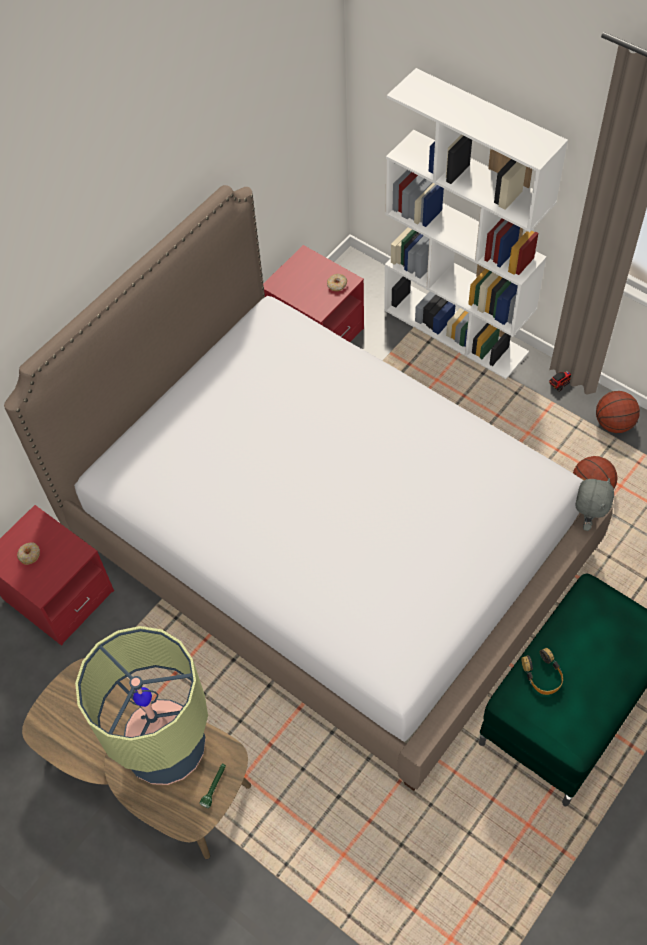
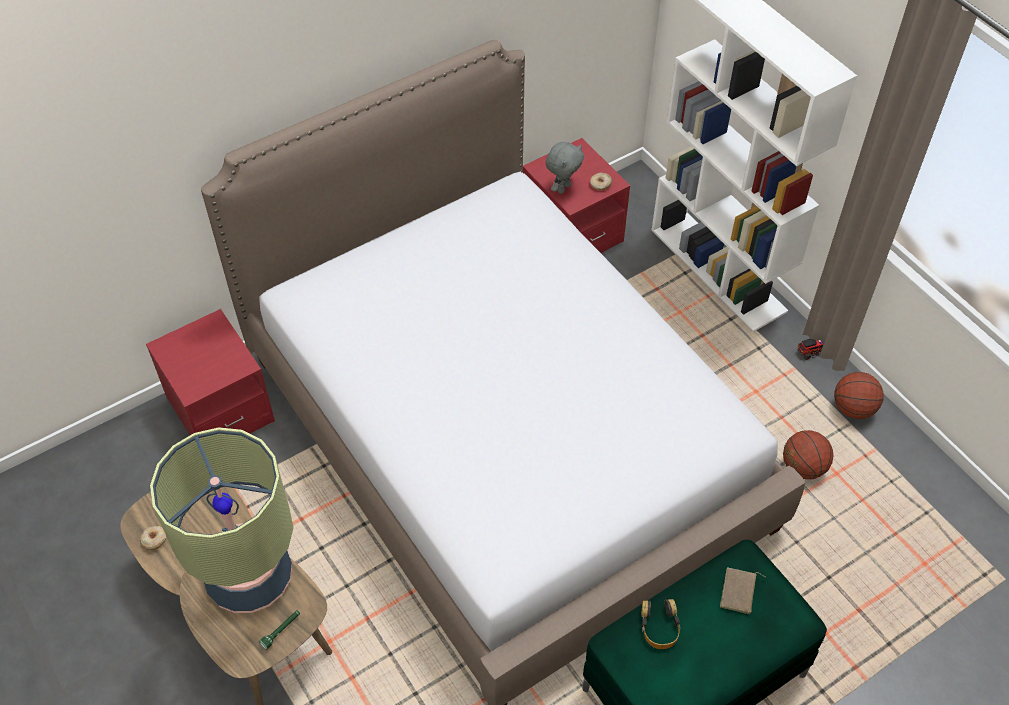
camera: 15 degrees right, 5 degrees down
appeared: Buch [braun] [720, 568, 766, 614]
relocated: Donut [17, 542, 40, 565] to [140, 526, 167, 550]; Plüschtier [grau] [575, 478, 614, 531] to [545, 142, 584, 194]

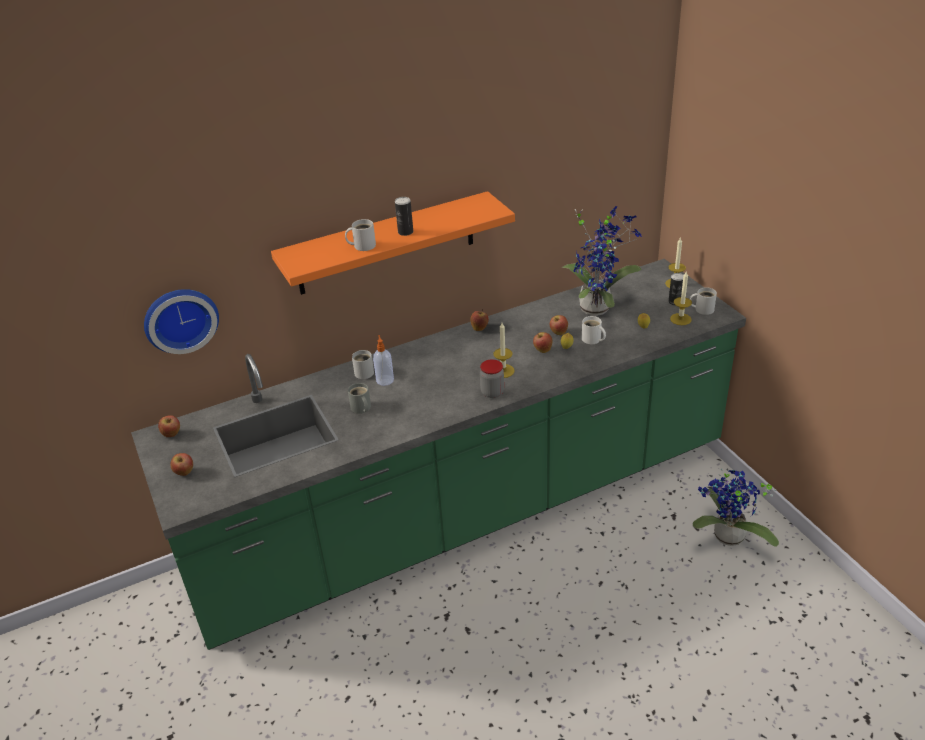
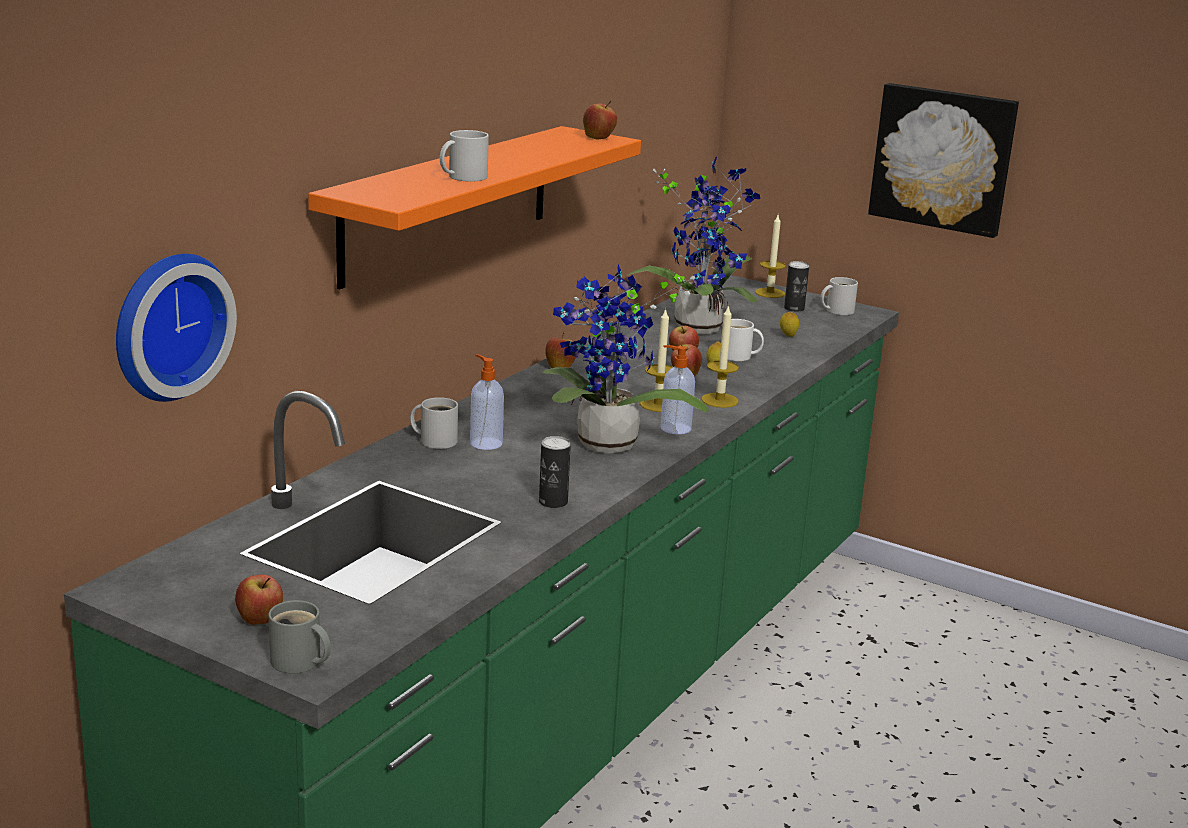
camera: 35 degrees left, 15 degrees down
appeared: Bild [868, 83, 1019, 238]
relocated: Apfel [158, 415, 180, 437] to [583, 101, 617, 140]; Henkelbecher [grau] [348, 383, 371, 414] to [269, 600, 331, 674]; Dose [395, 197, 413, 236] to [539, 436, 571, 508]; Kerze [670, 272, 692, 325] to [701, 305, 739, 408]; Topfpflanze [693, 468, 779, 547] to [542, 264, 709, 454]
exchanged: Vorratsglas [480, 359, 504, 398] to Seifenspender [661, 345, 695, 434]

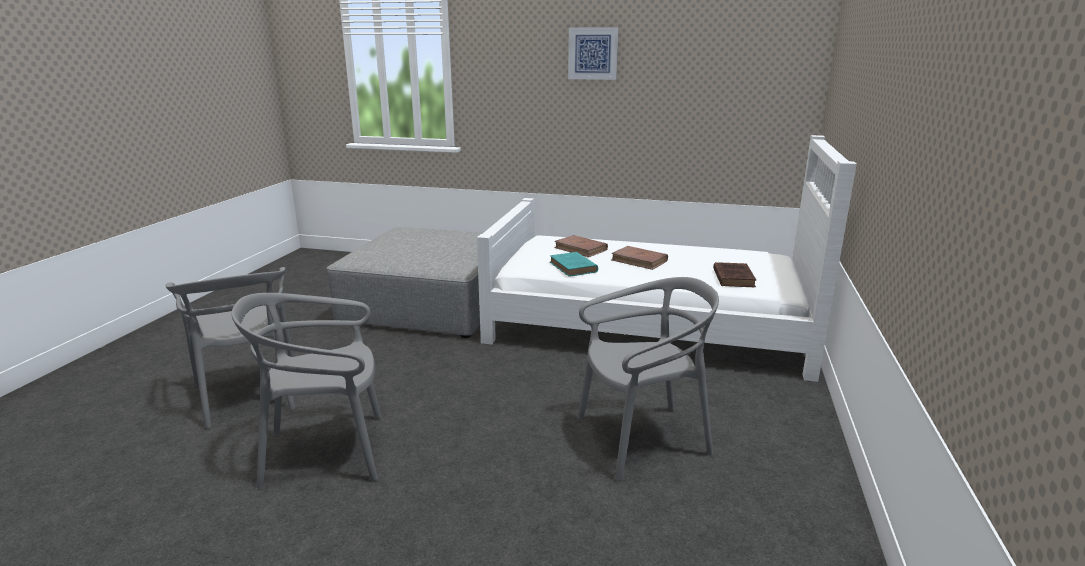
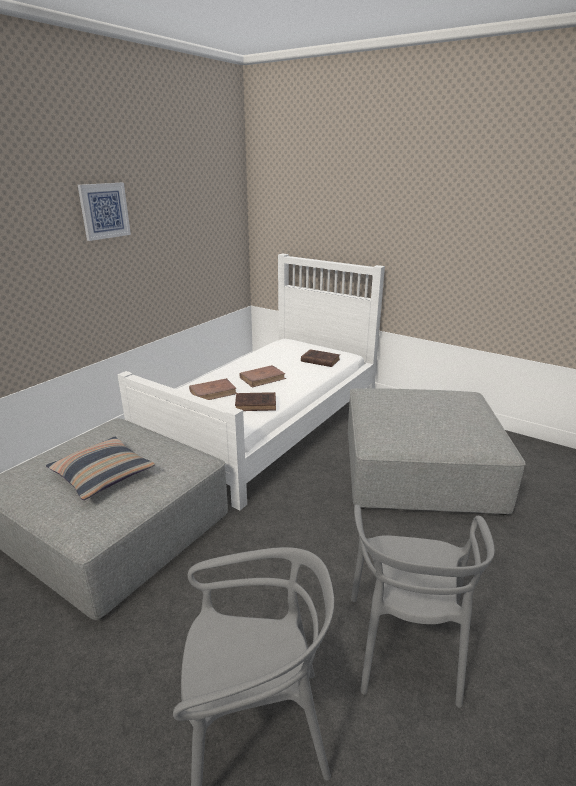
camera: 70 degrees left, 5 degrees up
appeared: Kissen [46, 437, 155, 500]
exchanged: Stuhl [grau] [578, 277, 719, 481] to Polsterhocker [grau] [348, 388, 526, 515]
colour: Buch [türkis] [550, 252, 598, 277] to Buch [braun] [235, 392, 276, 411]

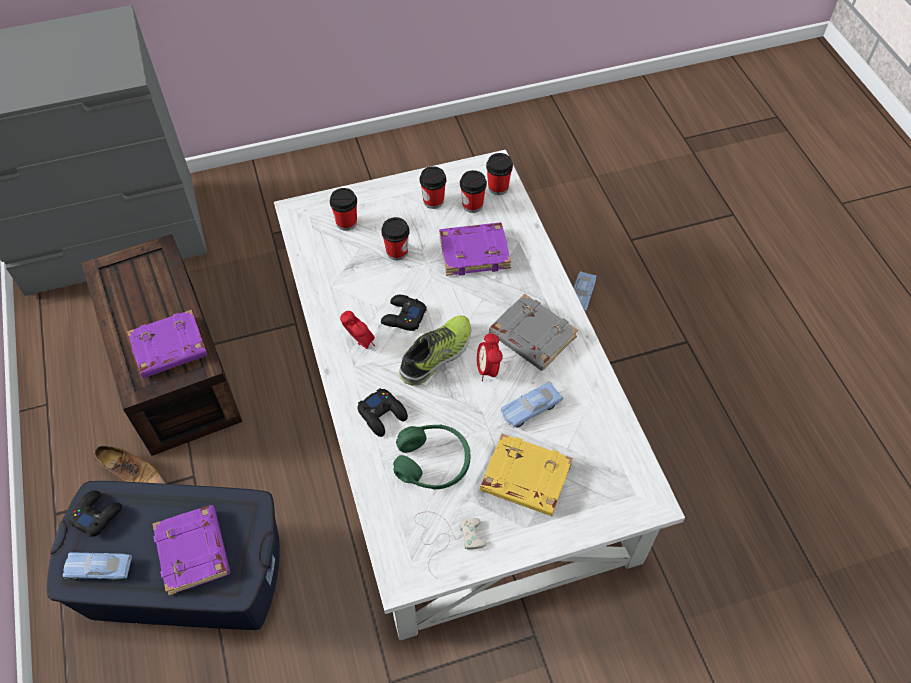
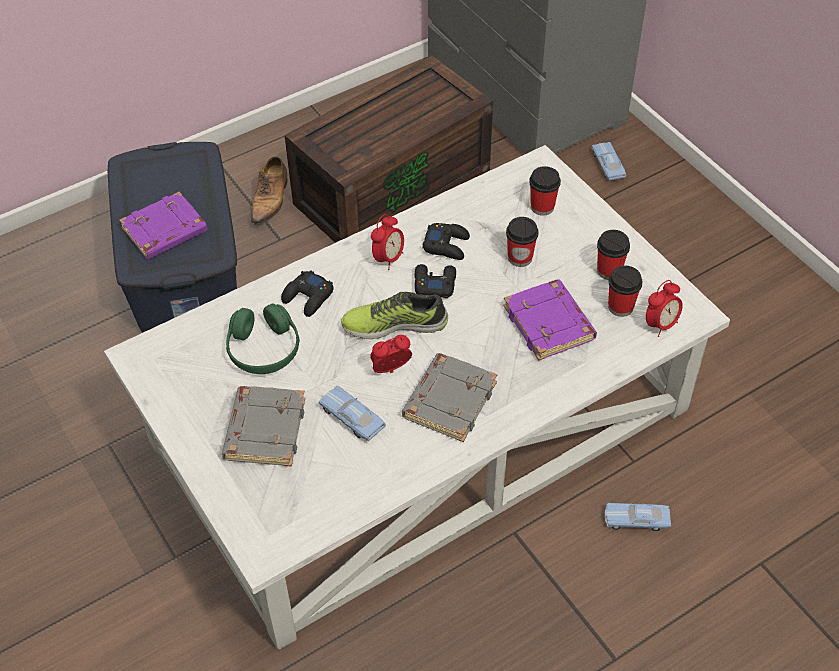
camera: 75 degrees right, 5 degrees down
missing: Buch [lila] [127, 310, 207, 378]; Gamepad [weiß] [414, 512, 486, 578]
relocated: Spielzeugauto [blau] [63, 552, 132, 581] to [592, 142, 626, 181]; Gamepad [schwarz] [68, 490, 122, 537] to [422, 223, 470, 260]
exchanged: Tasse [486, 153, 513, 195] to Wecker [646, 280, 683, 337]
colour: Buch [gelb] [480, 434, 573, 516] to Buch [grau] [222, 386, 305, 467]
spun: Schuh [399, 316, 471, 386] = [341, 292, 448, 339] 150 degrees clockwise

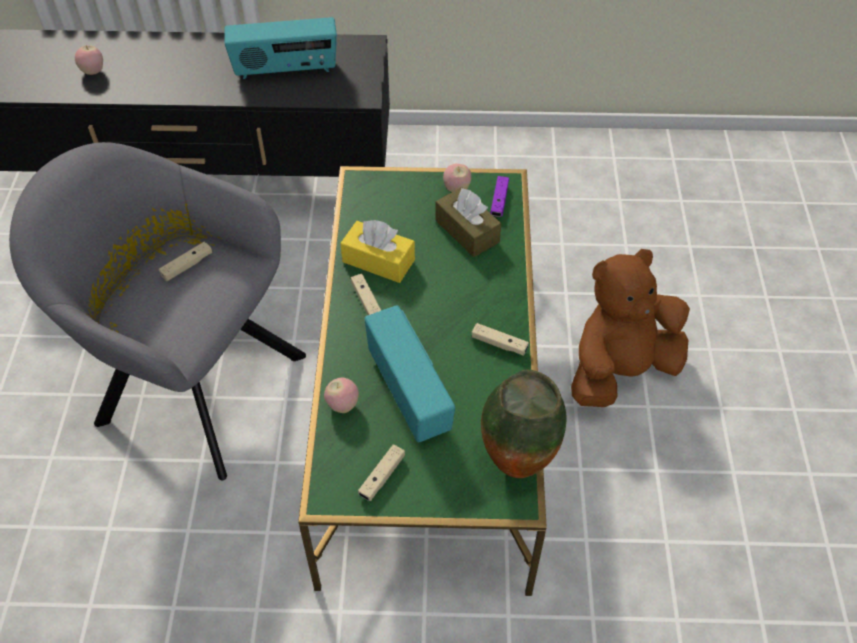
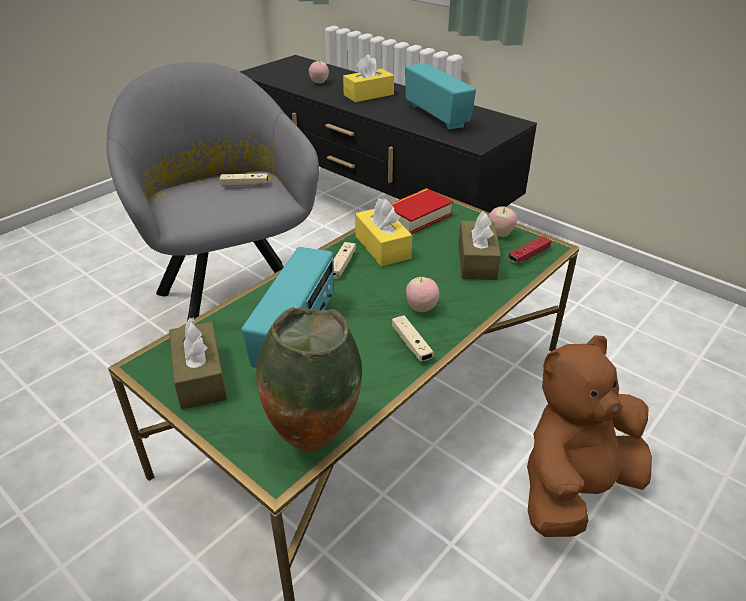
camera: 40 degrees right, 15 degrees down
appeared: Taschentuchbox [gelb] [343, 55, 394, 102]; Buch [391, 188, 453, 234]
relocated: Apfel [324, 378, 359, 413] to [406, 277, 439, 312]
exchanged: Gamepad [beige] [358, 445, 405, 501] to Taschentuchbox [braun] [169, 317, 227, 409]
colour: Gamepad [lila] [490, 176, 509, 217] to Gamepad [rot] [508, 236, 551, 263]
spun: Radio [225, 17, 337, 79] = [405, 63, 476, 129] 150 degrees counterclockwise; Plüschtier [braun] [571, 249, 690, 407] = [527, 335, 652, 537] 45 degrees counterclockwise

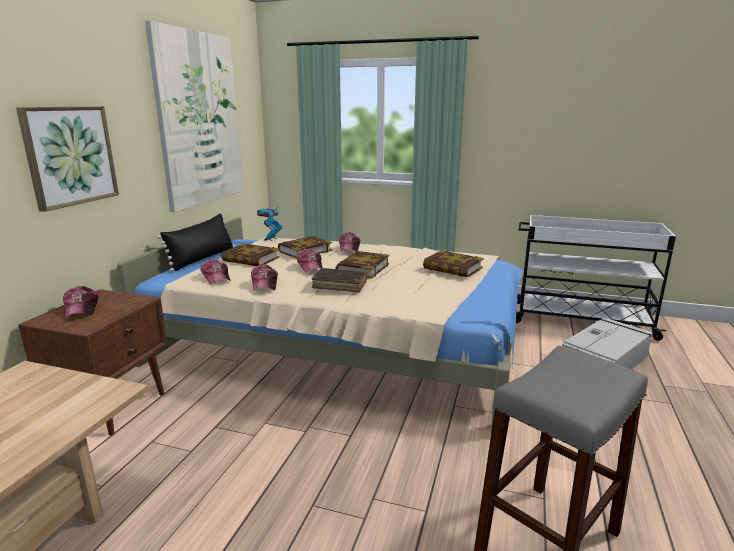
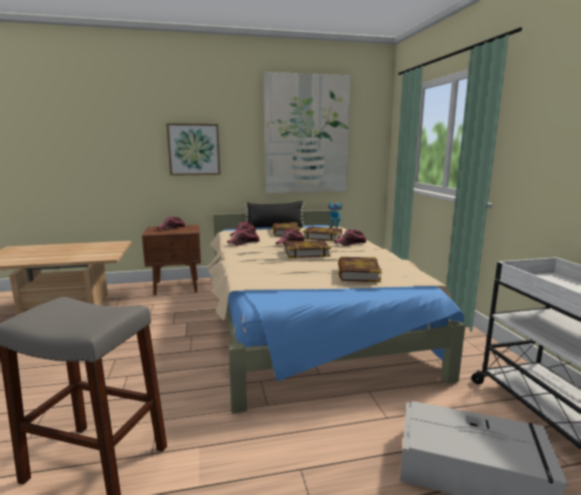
camera: 60 degrees right, 5 degrees down
missing: Buch [braun] [312, 268, 367, 292]

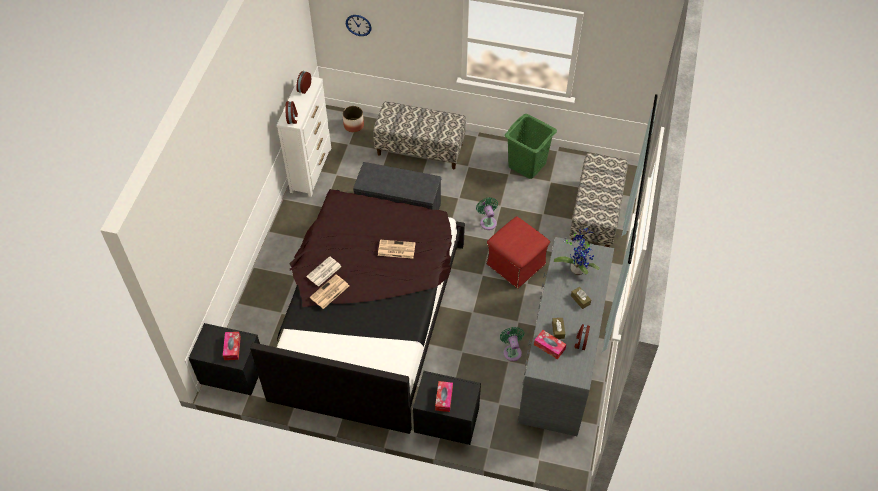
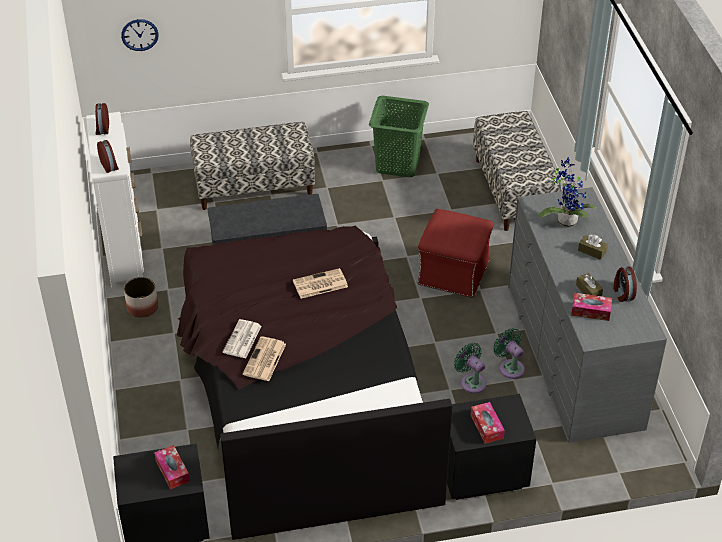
camera: 25 degrees left, 10 degrees down
relocated: Pflanzkübel [342, 106, 364, 132] to [124, 277, 158, 318]; Ventilator [grün] [476, 197, 498, 230] to [454, 343, 486, 393]

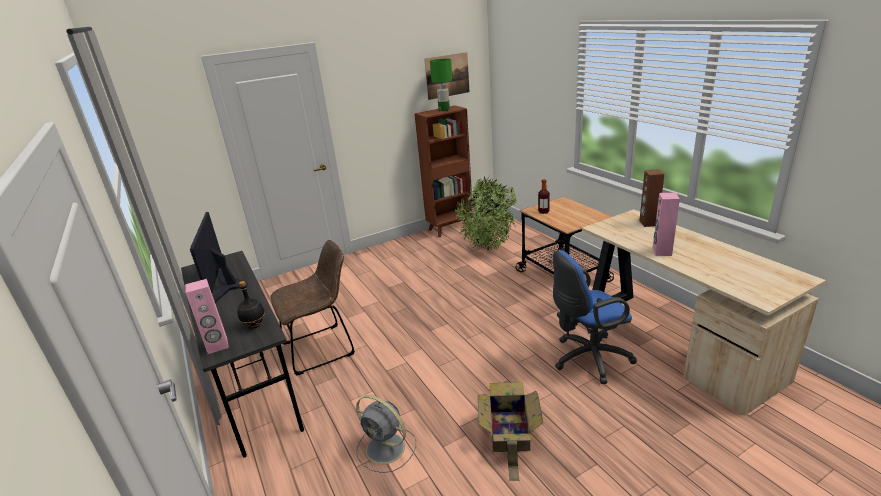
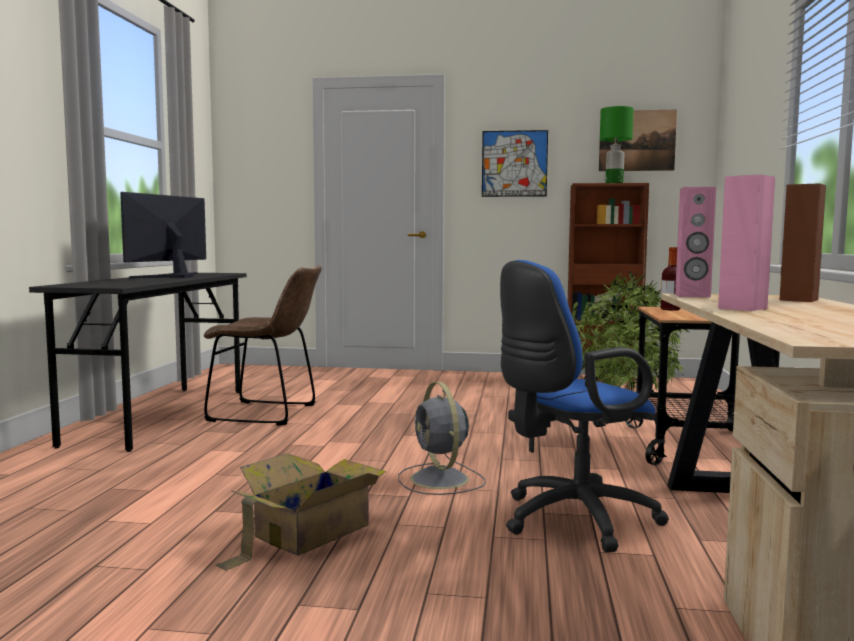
camera: 35 degrees right, 20 degrees down
missing: Flasche [schwarz] [237, 281, 265, 328]
appeared: Bild [482, 130, 548, 197]
relocated: Lautsprecher [rosa] [185, 279, 229, 354] to [675, 187, 716, 298]; Ventilator [grau] [356, 395, 416, 473] to [398, 382, 486, 495]
spun: Bürostuhl [blau] [553, 250, 637, 384] = [500, 260, 669, 552] 45 degrees counterclockwise

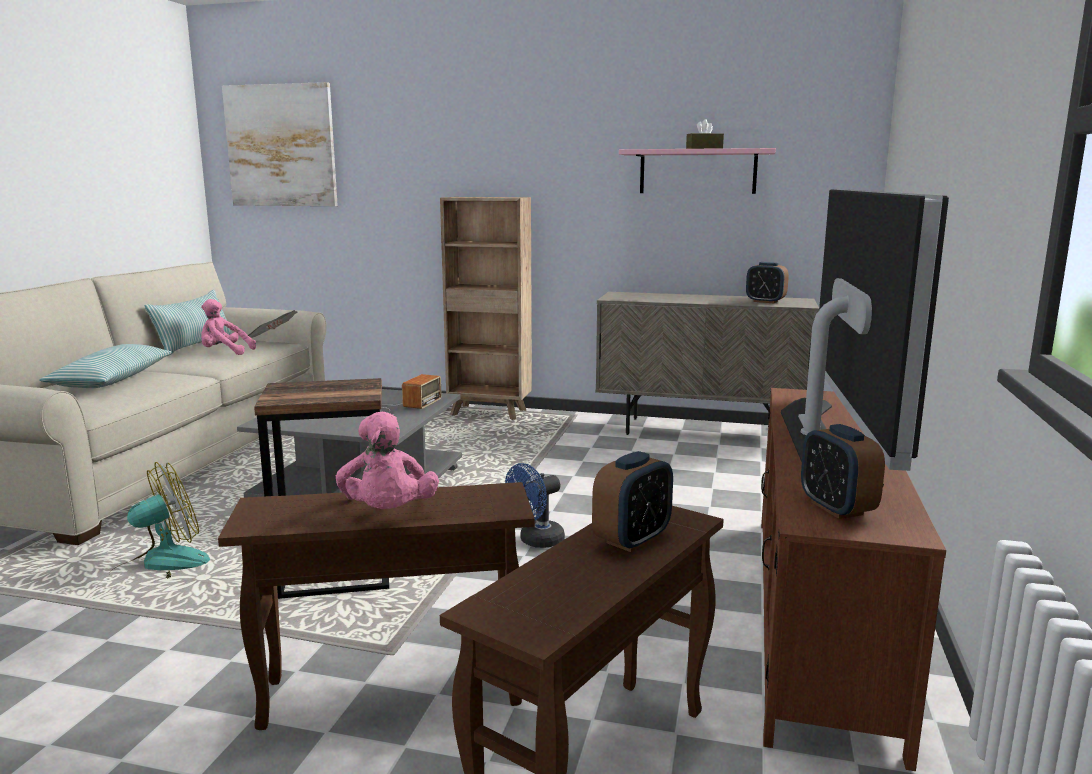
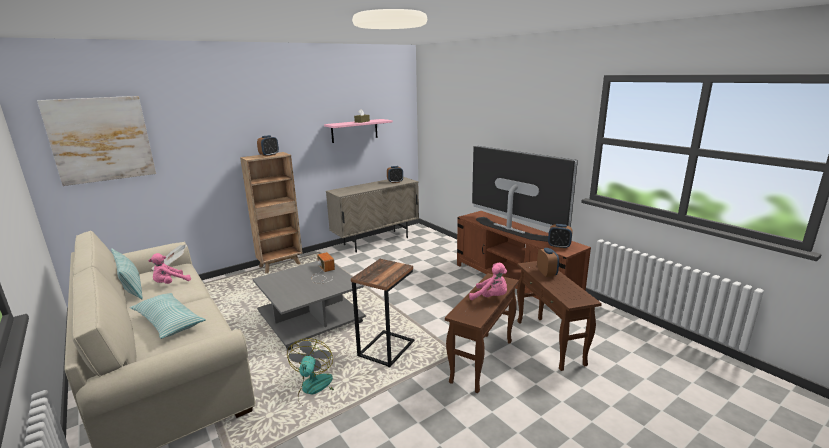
camera: 50 degrees left, 5 degrees up
missing: Ventilator [blau] [505, 463, 565, 548]
appeared: Wecker [257, 135, 279, 157]

